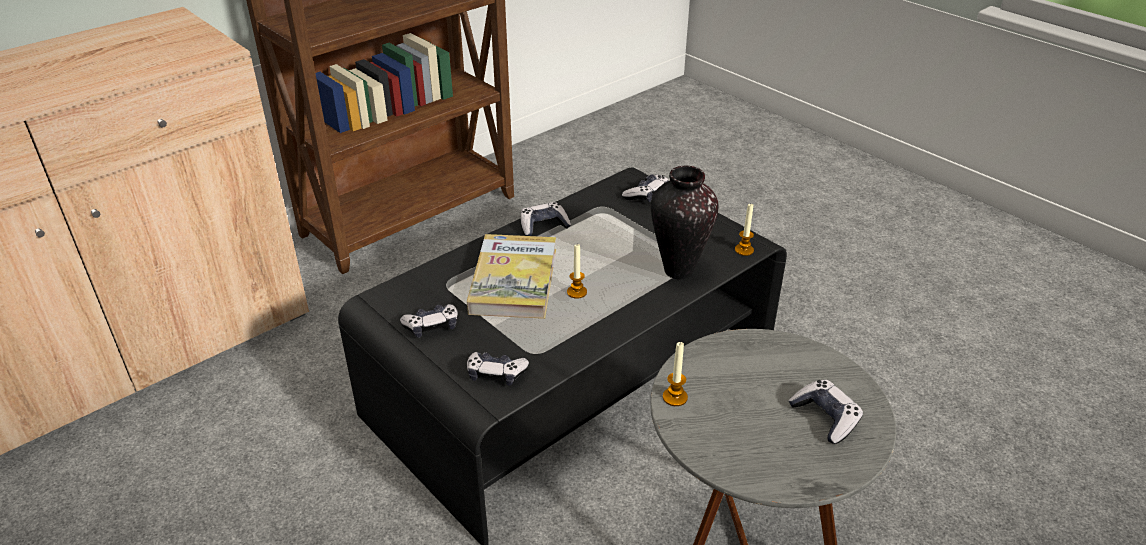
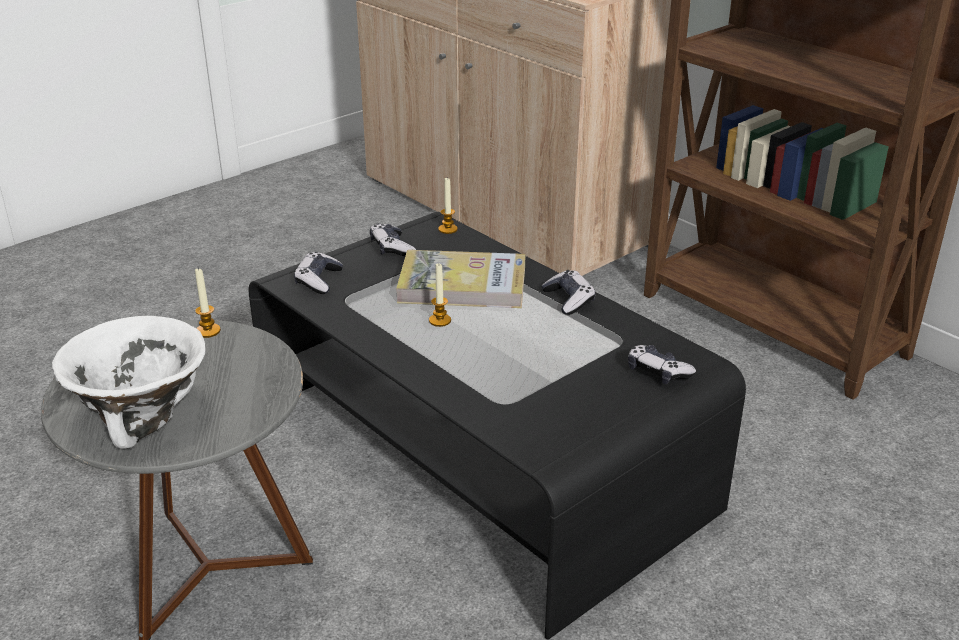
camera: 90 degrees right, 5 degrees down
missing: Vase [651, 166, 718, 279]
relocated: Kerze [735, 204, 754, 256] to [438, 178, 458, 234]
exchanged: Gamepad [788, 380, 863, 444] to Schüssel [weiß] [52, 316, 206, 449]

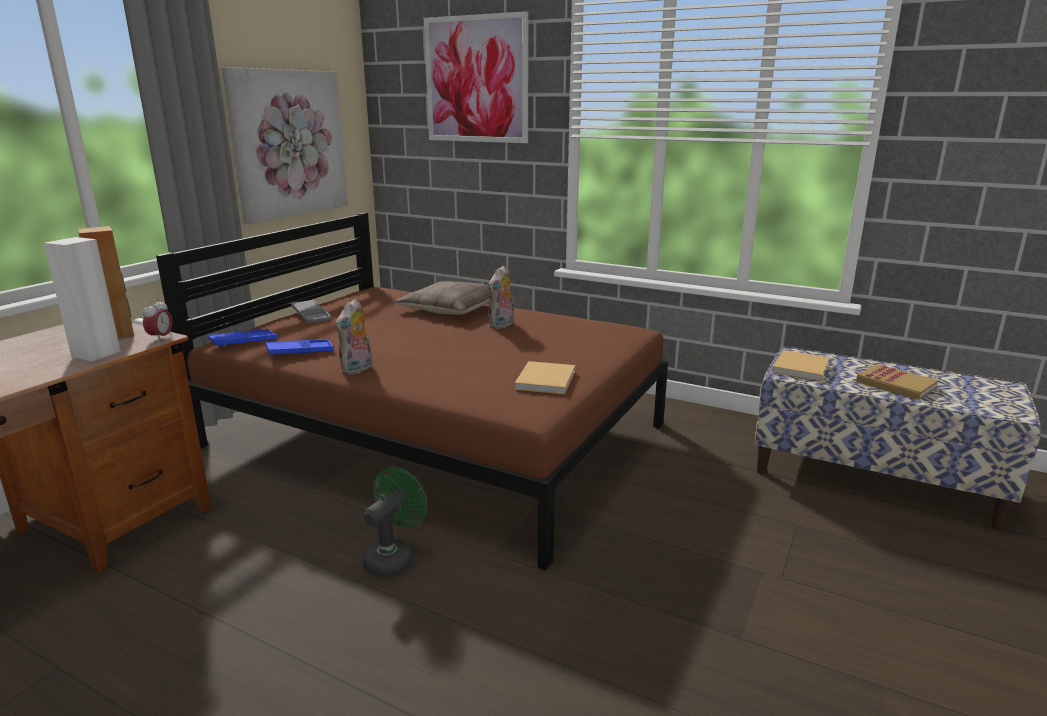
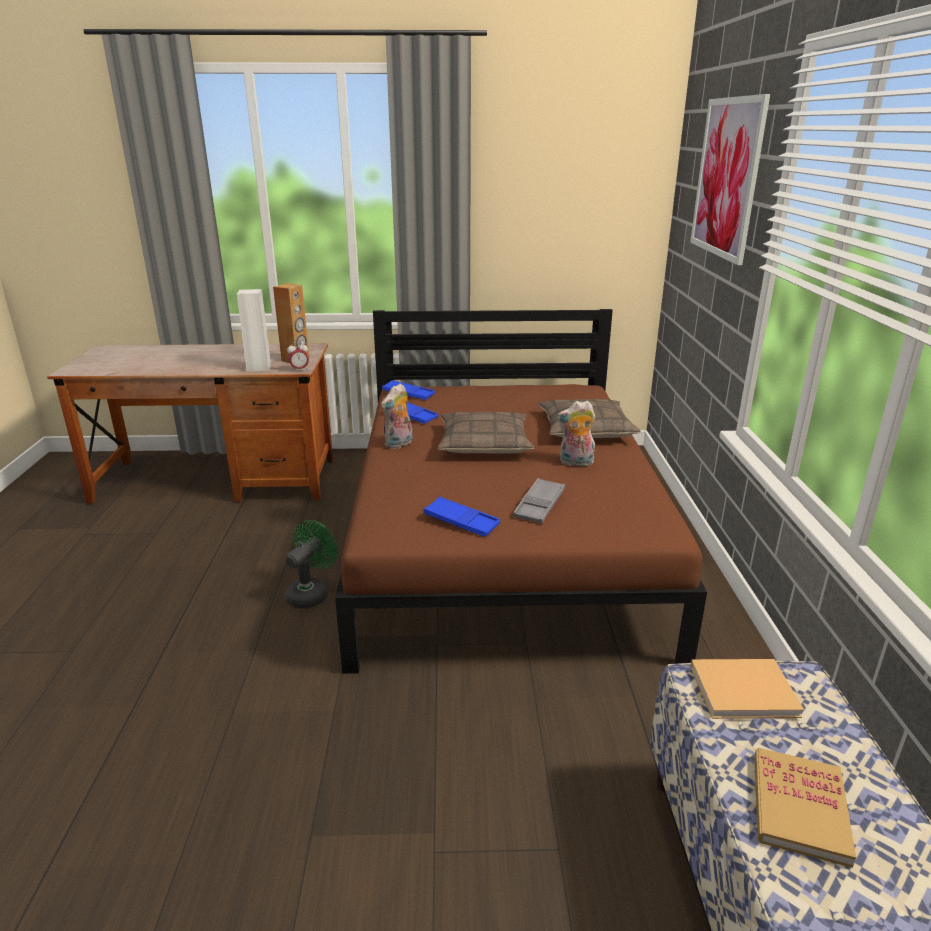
camera: 60 degrees right, 5 degrees up
missing: Bild [222, 67, 348, 224]
appeared: Kissen [438, 412, 534, 453]
relocated: Tablett [grau] [291, 299, 331, 323] to [513, 478, 565, 524]
exchanged: Buch [beige] [515, 361, 575, 394] to Tablett [blau] [423, 497, 500, 537]
spun: Plüschtier [336, 299, 372, 375] = [381, 383, 413, 449] 45 degrees counterclockwise; Ventilator [grün] [362, 467, 428, 578] = [285, 520, 338, 609] 60 degrees counterclockwise

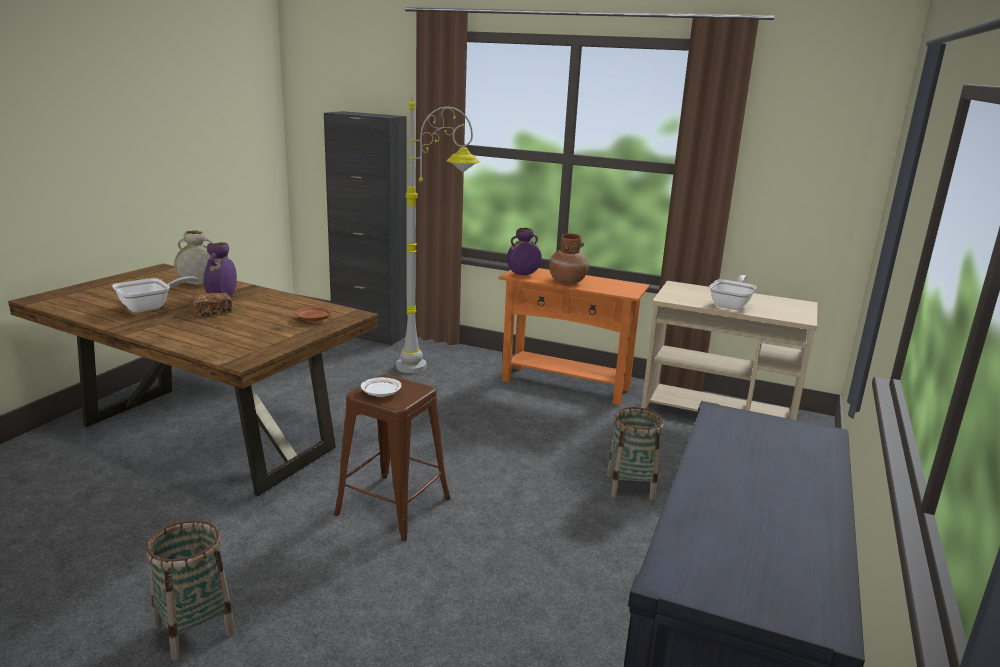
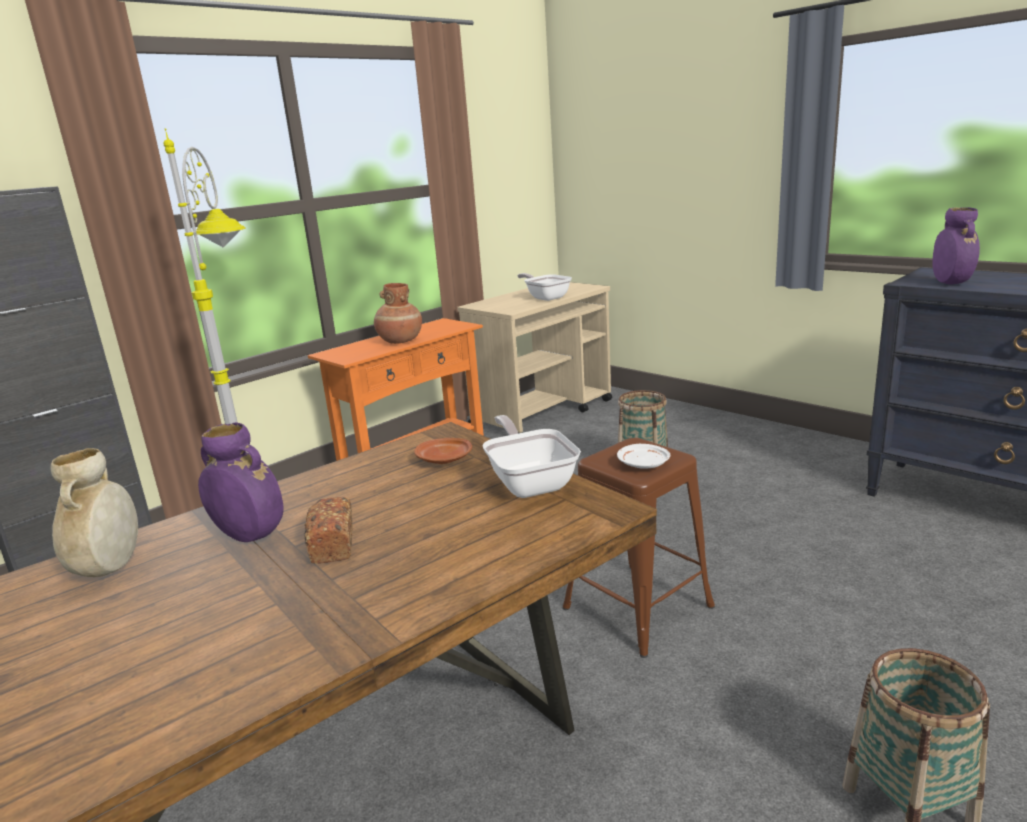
camera: 65 degrees left, 0 degrees up
relocated: Pfanne [112, 276, 199, 312] to [482, 415, 581, 498]; Vase [lila] [507, 228, 542, 275] to [932, 207, 980, 284]

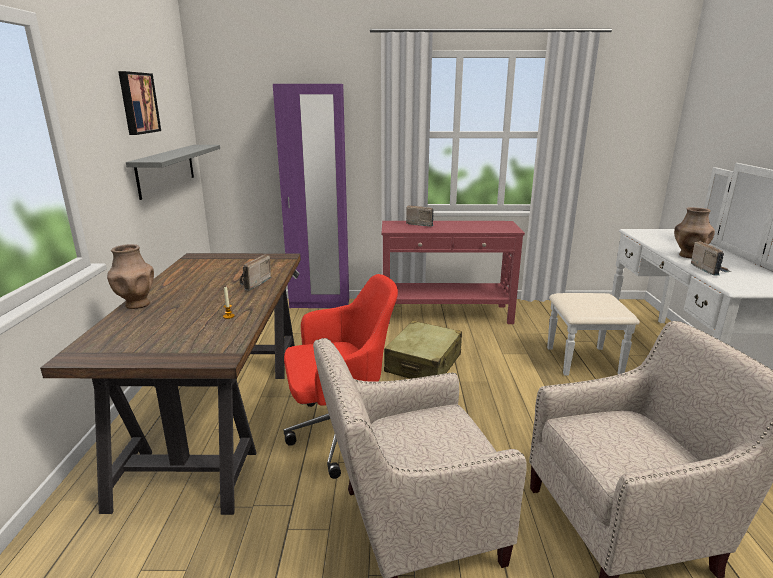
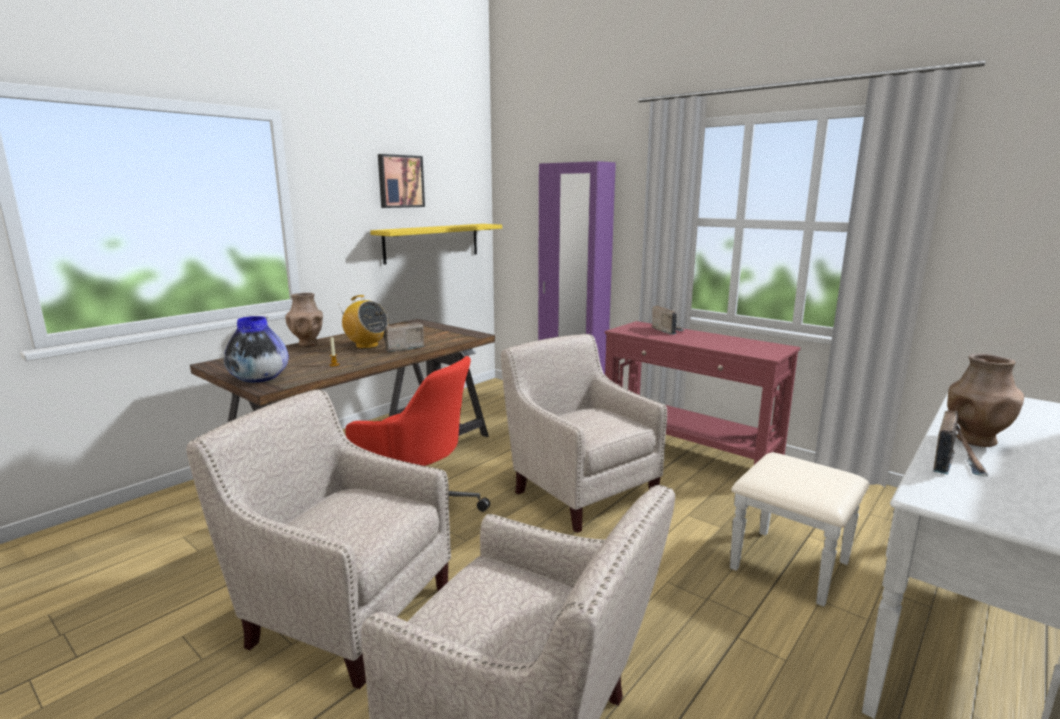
camera: 40 degrees right, 5 degrees down
appeared: Vase [224, 316, 289, 383]; Radio [338, 295, 389, 349]
exchanged: Koffer [beige] [384, 321, 462, 379] to Sessel [beige] [501, 334, 667, 533]
colour: Wandregal [grau] [126, 145, 220, 200] to Wandregal [gelb] [370, 224, 502, 265]

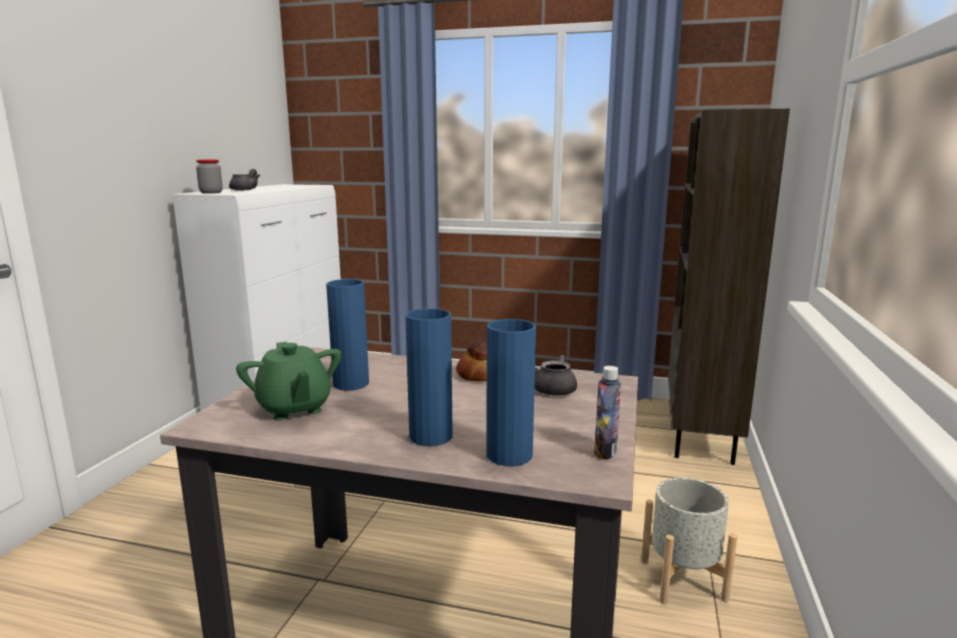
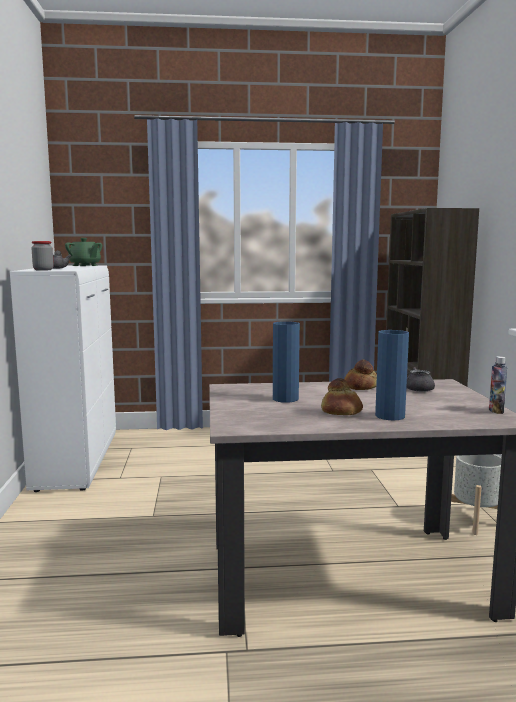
camera: 20 degrees left, 5 degrees down
missing: Vase [blau] [486, 319, 536, 466]
appeared: Brot [321, 378, 363, 415]
relocated: Teekanne [grün] [236, 342, 341, 421] to [65, 238, 102, 266]

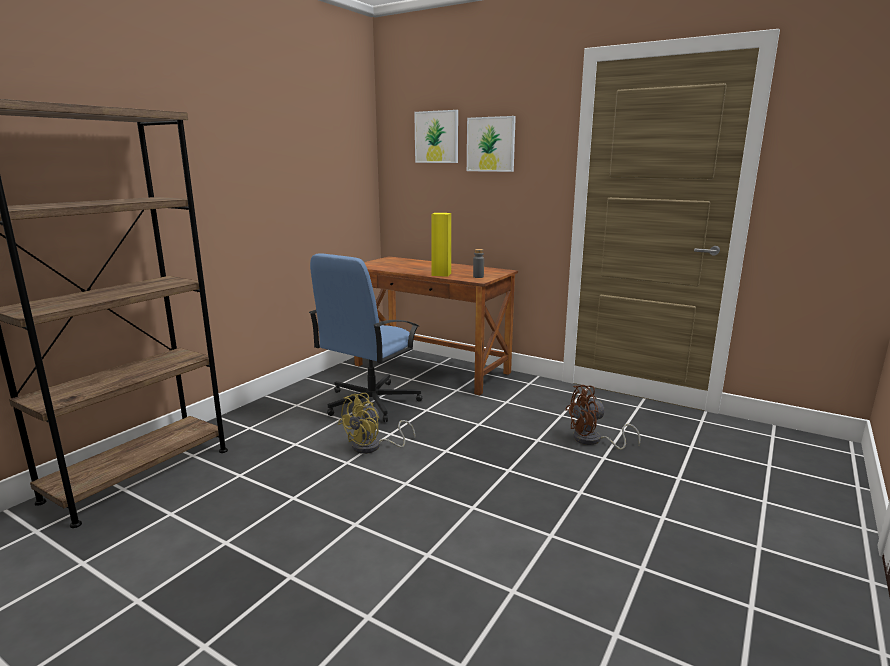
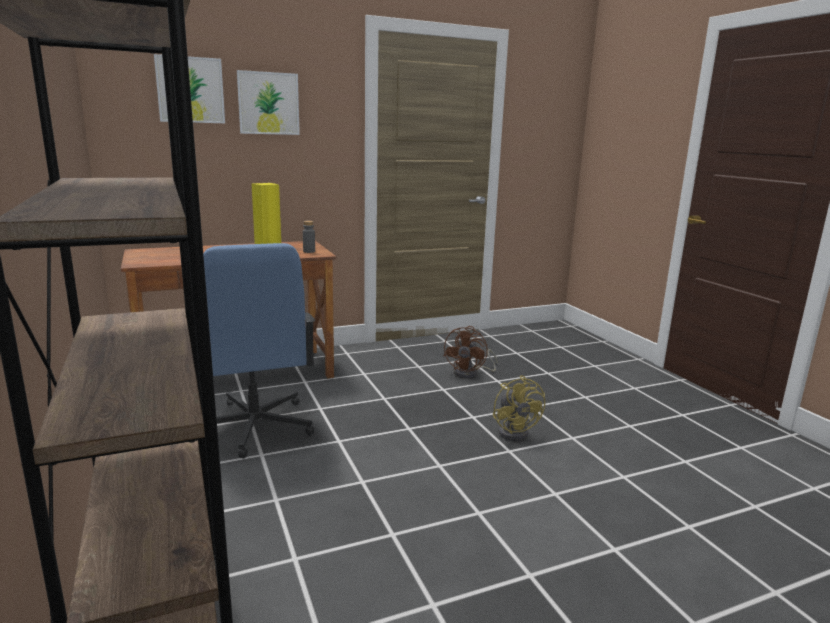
camera: 55 degrees left, 0 degrees up
relocated: Ventilator [gelb] [338, 393, 416, 454] to [493, 375, 545, 441]

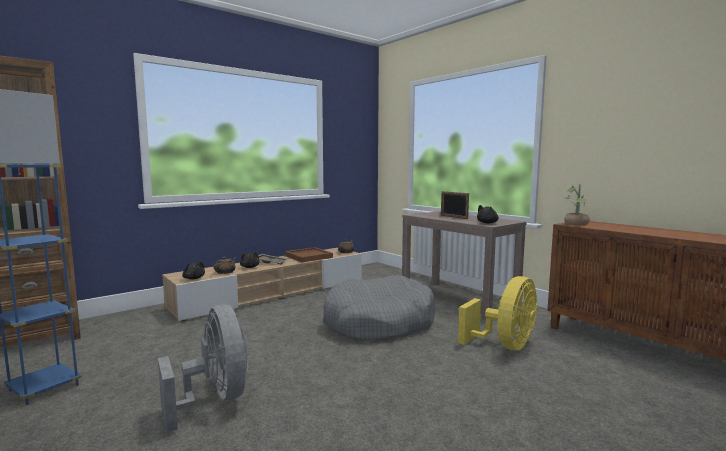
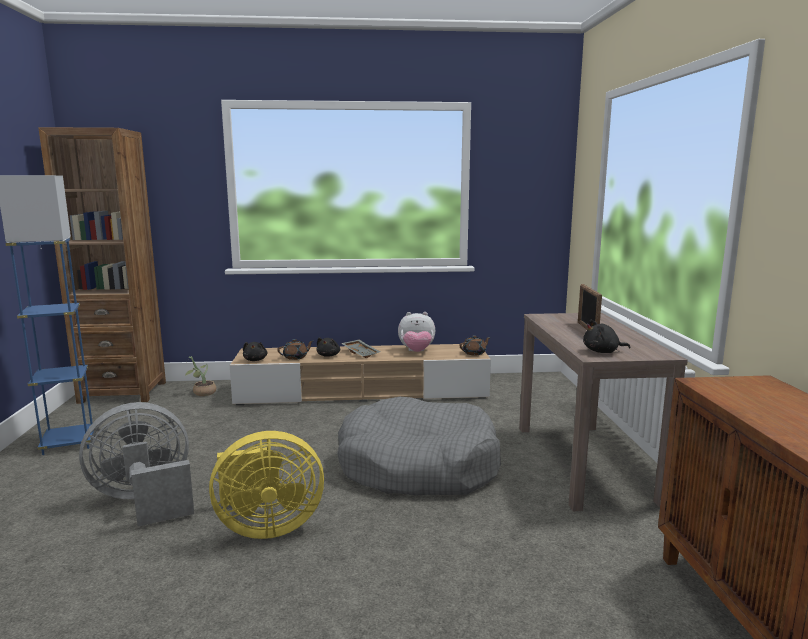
camera: 35 degrees right, 5 degrees up
relocated: Ventilator [gelb] [458, 276, 538, 350] to [209, 431, 324, 539]; Topfpflanze [564, 184, 590, 225] to [185, 356, 216, 396]
exchanged: Tablett [braun] [285, 247, 333, 263] to Plüschtier [398, 312, 435, 352]
spun: Ventilator [grau] [158, 305, 248, 433] = [79, 402, 194, 526] 120 degrees counterclockwise

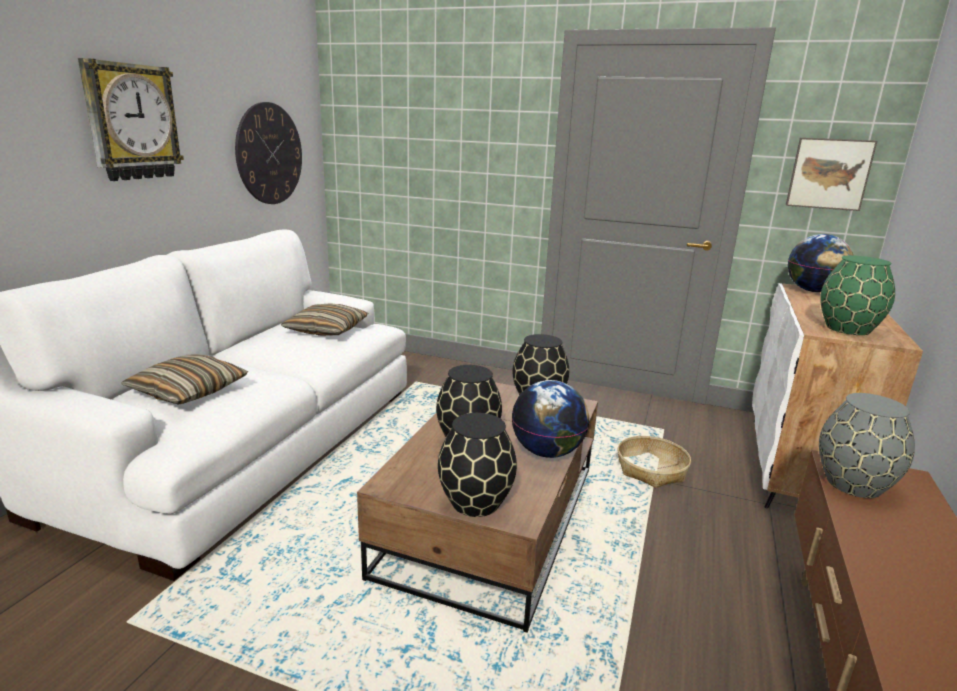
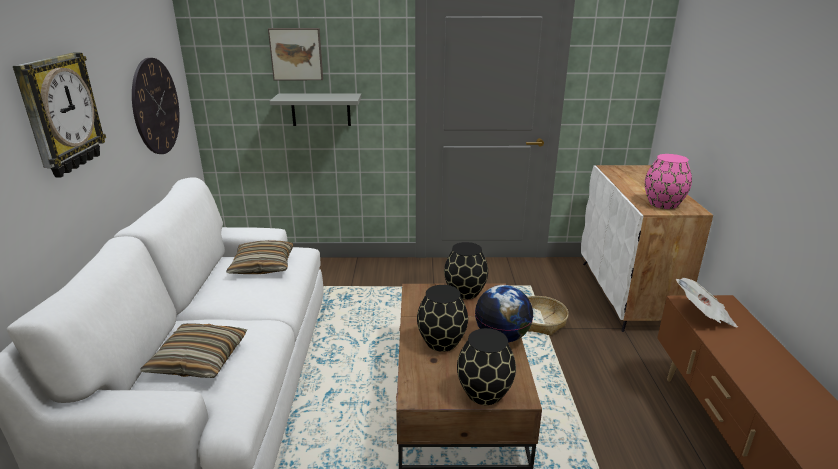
camera: 20 degrees left, 5 degrees up
missing: Globus [788, 234, 854, 292]
appeared: Wandregal [grau] [269, 93, 362, 126]
relocated: Bild [786, 138, 877, 211] to [268, 28, 323, 80]
exchanged: Vase [grau] [819, 393, 915, 498] to Zeitung [676, 278, 738, 327]
colour: Vase [grün] [820, 255, 895, 335] to Vase [rosa] [645, 154, 692, 209]

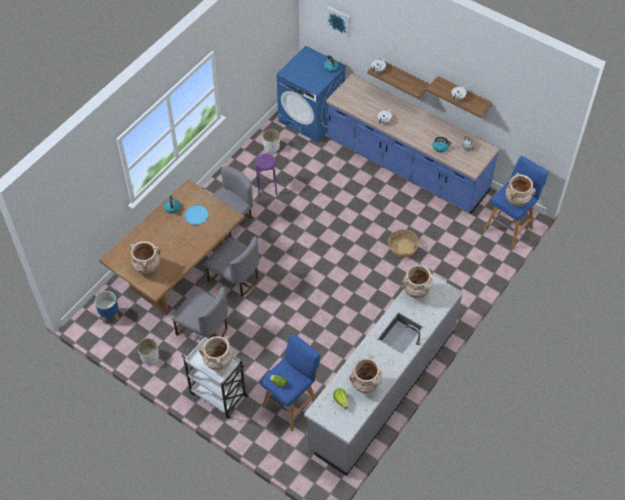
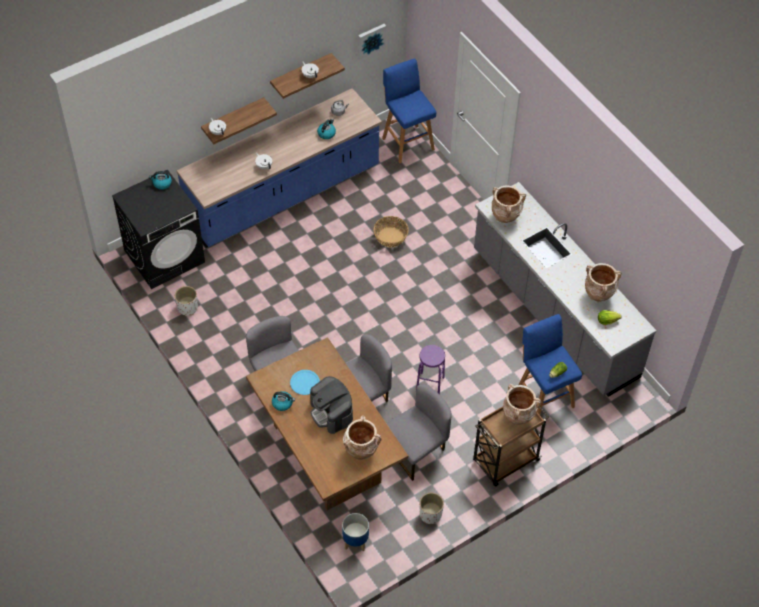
camera: 70 degrees left, 0 degrees up
missing: Vase [beige] [506, 172, 536, 207]
appeared: Kaffeemaschine [310, 376, 353, 434]
relocated: Hocker [lila] [255, 154, 277, 197] to [416, 345, 445, 395]; Bild [327, 6, 351, 38] to [358, 24, 386, 60]
colour: Rollwagen [weiß] [181, 336, 249, 419] to Rollwagen [braun] [473, 406, 549, 487]; Waschmaschine [blau] [277, 46, 346, 142] to Waschmaschine [schwarz] [112, 169, 205, 289]

